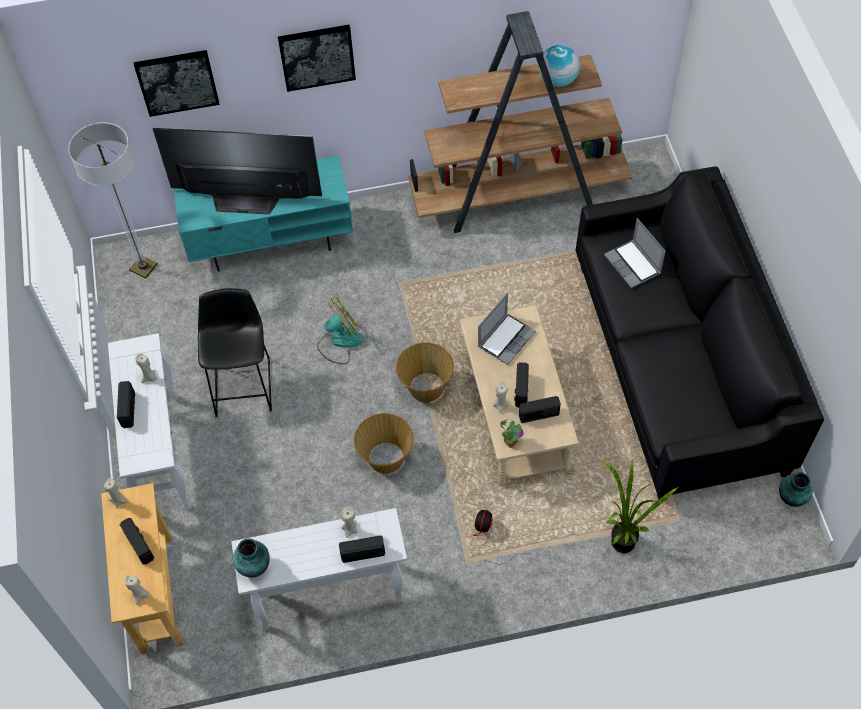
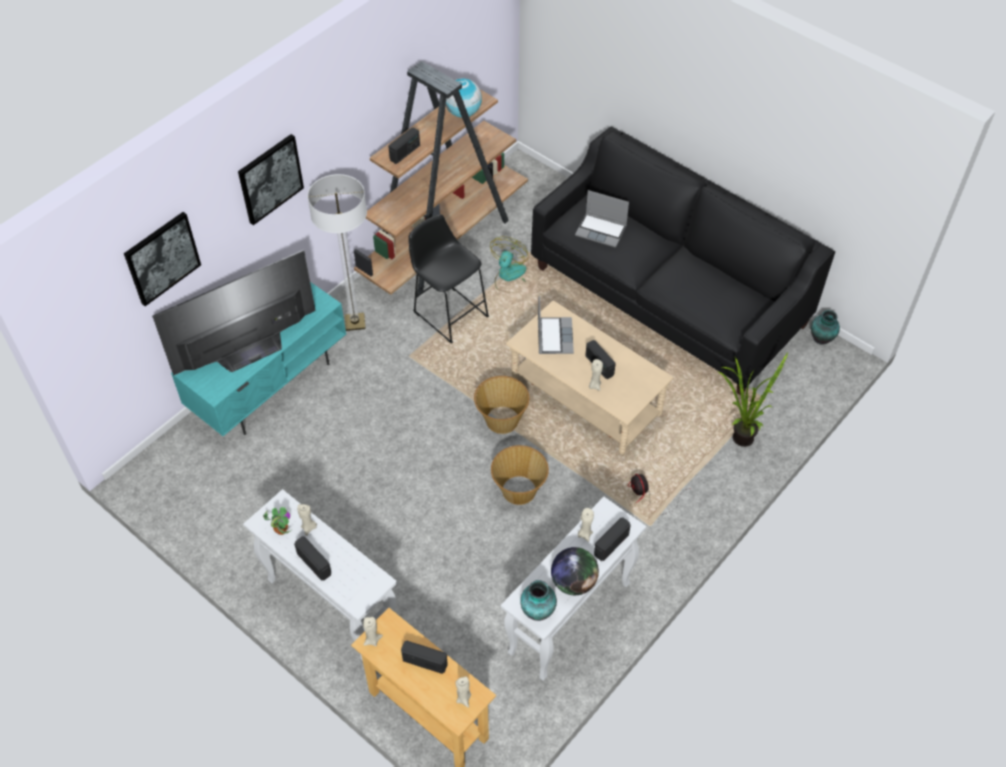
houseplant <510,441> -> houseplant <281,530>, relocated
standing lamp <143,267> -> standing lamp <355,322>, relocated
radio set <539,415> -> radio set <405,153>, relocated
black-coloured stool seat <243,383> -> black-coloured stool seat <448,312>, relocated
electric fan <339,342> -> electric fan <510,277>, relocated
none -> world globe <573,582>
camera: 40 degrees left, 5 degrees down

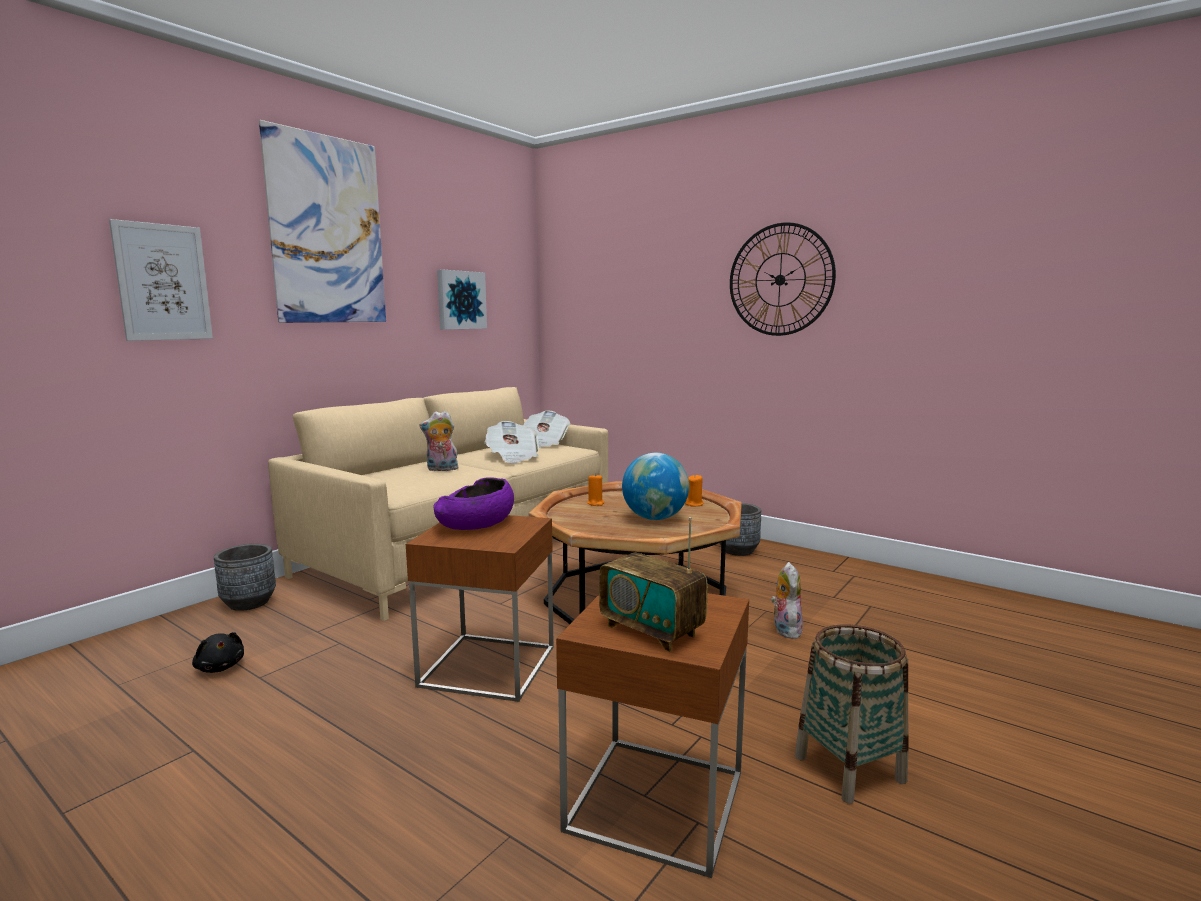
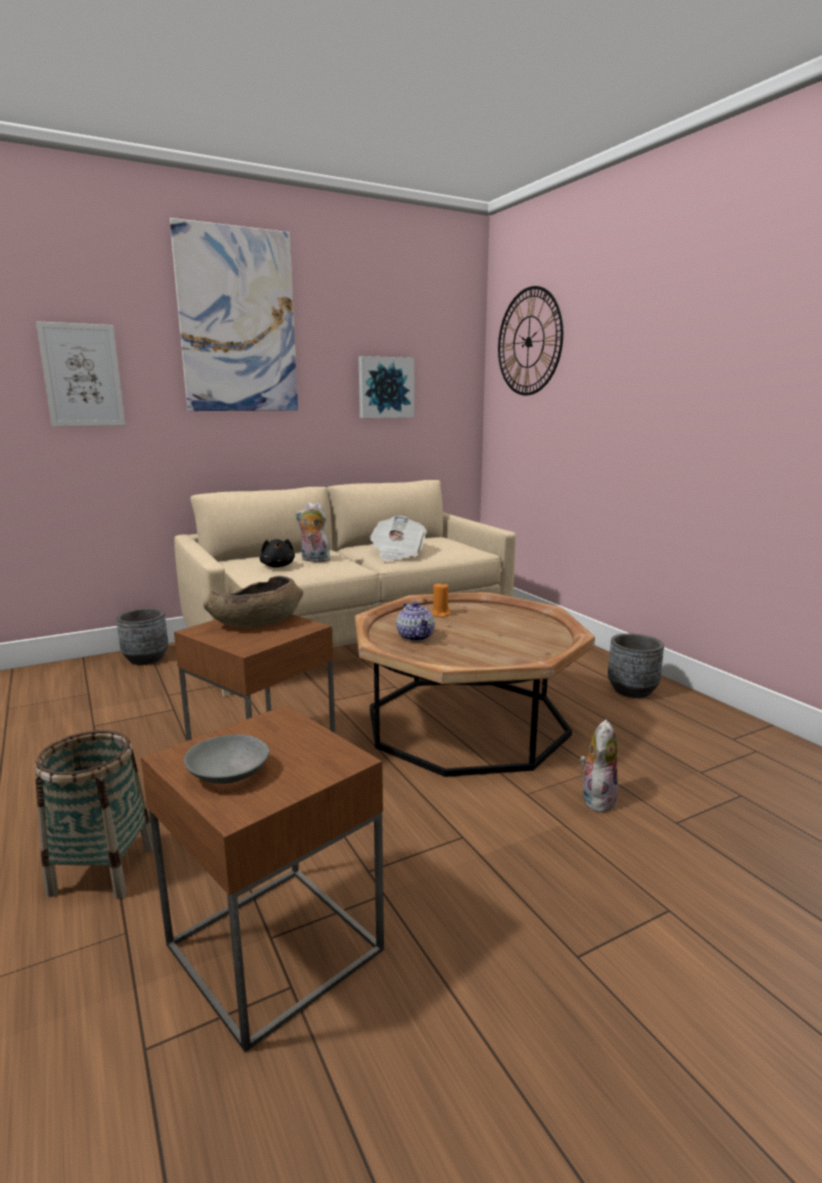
household basket <848,768> -> household basket <103,870>, relocated
radio set <651,631> -> grey bowl <230,772>
purplish bowl <476,525> -> brownish bowl <256,622>
black-coloured soft toy <220,667> -> black-coloured soft toy <278,566>, relocated
none -> tea pot <415,637>
wall clock <780,280> -> wall clock <529,342>, relocated
printed paper <543,443> -> none
world globe <655,518> -> none
orangey wax light <694,504> -> none
camera: 25 degrees right, 5 degrees up

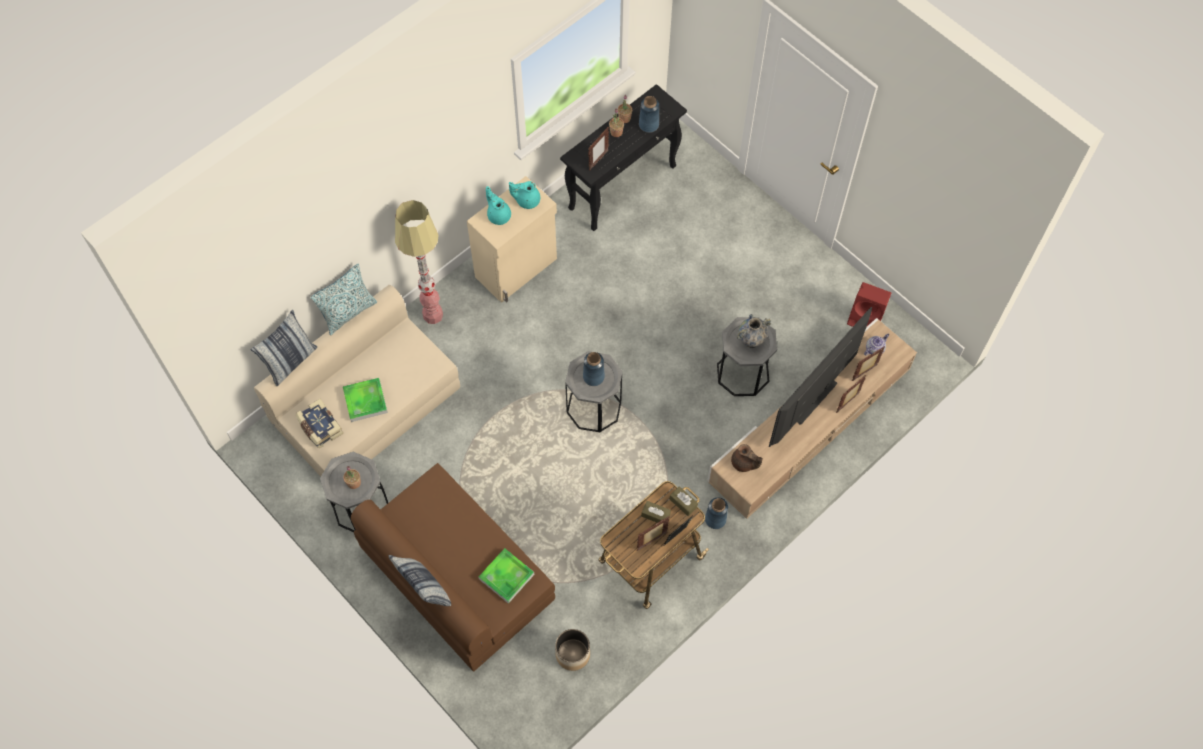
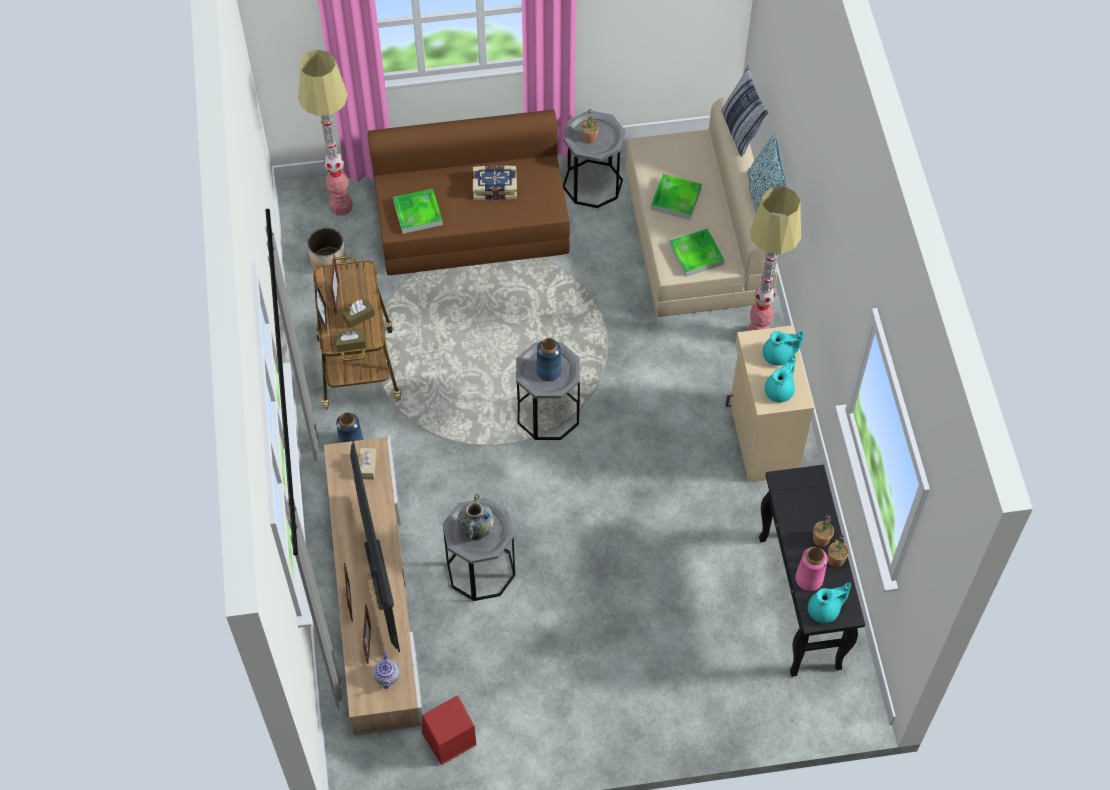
none -> standing lamp <341,207>
brownish tea pot <744,463> -> sand-coloured tissue box <367,466>
volume <319,427> -> volume <495,186>, relocated
none -> carrying tray <696,254>
bluish flower vase <648,125> -> pink flower vase <809,578>
none -> blue-green tea pot <825,610>
throw pillow <424,589> -> none
photo frame <598,161> -> none
camera: 125 degrees right, 5 degrees down

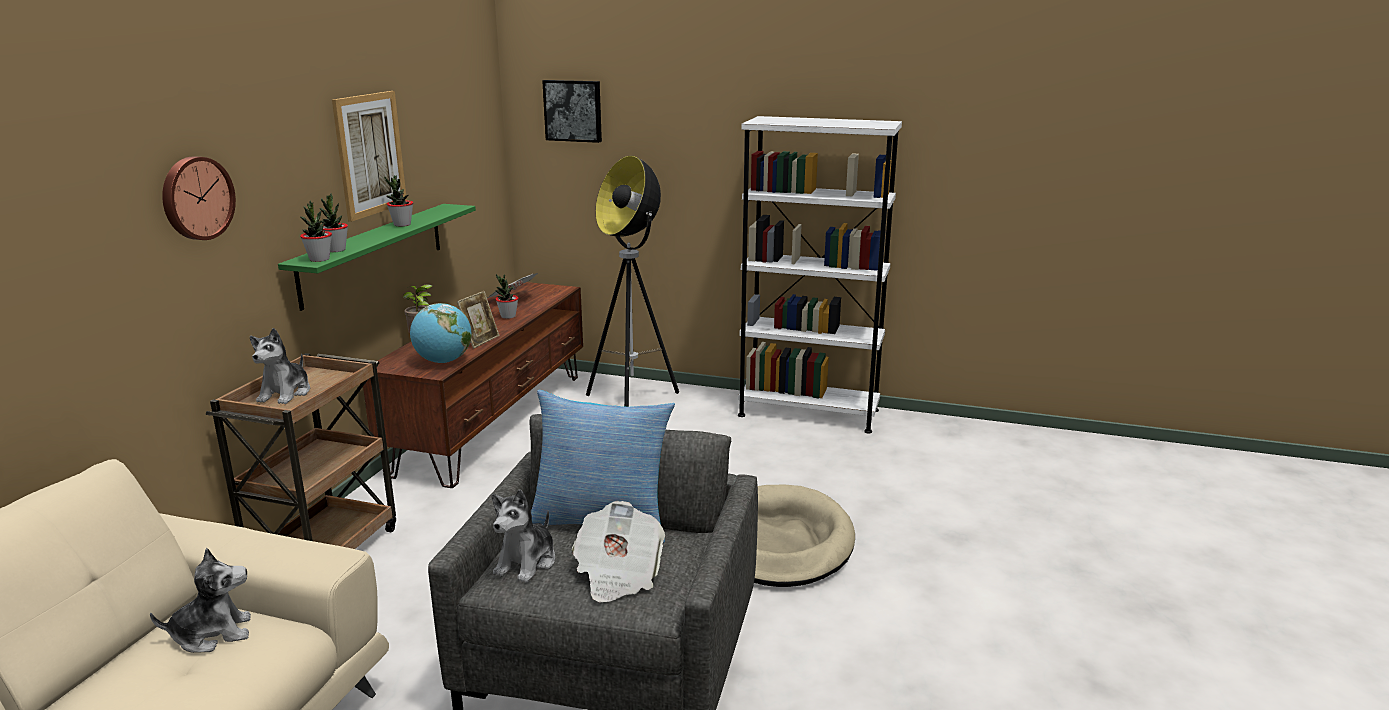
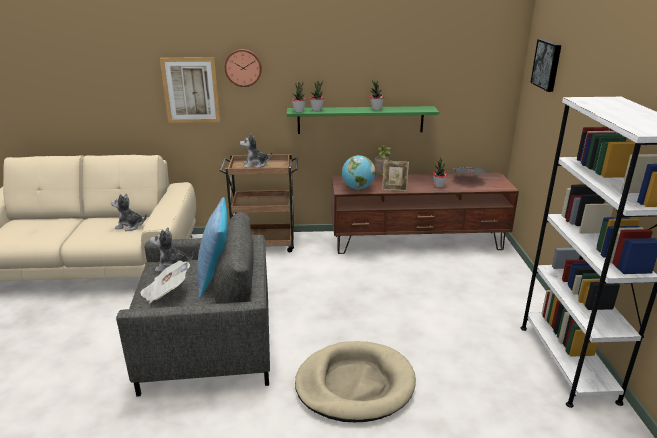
soft toy <213,634> -> soft toy <130,226>, 135 degrees clockwise
wall picture <370,154> -> wall picture <191,90>, relocated
standing lamp <633,404> -> none
camera: 70 degrees right, 5 degrees up

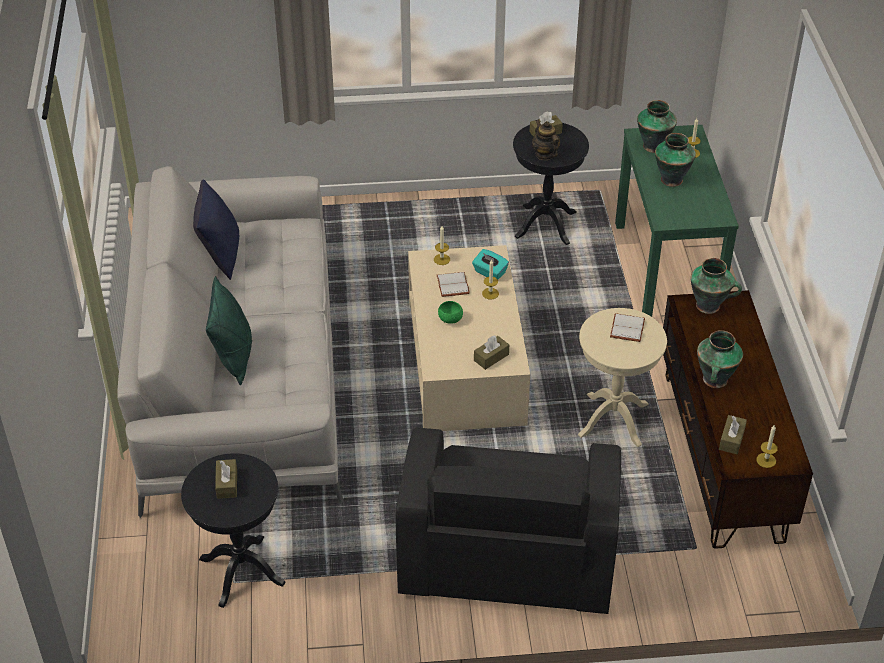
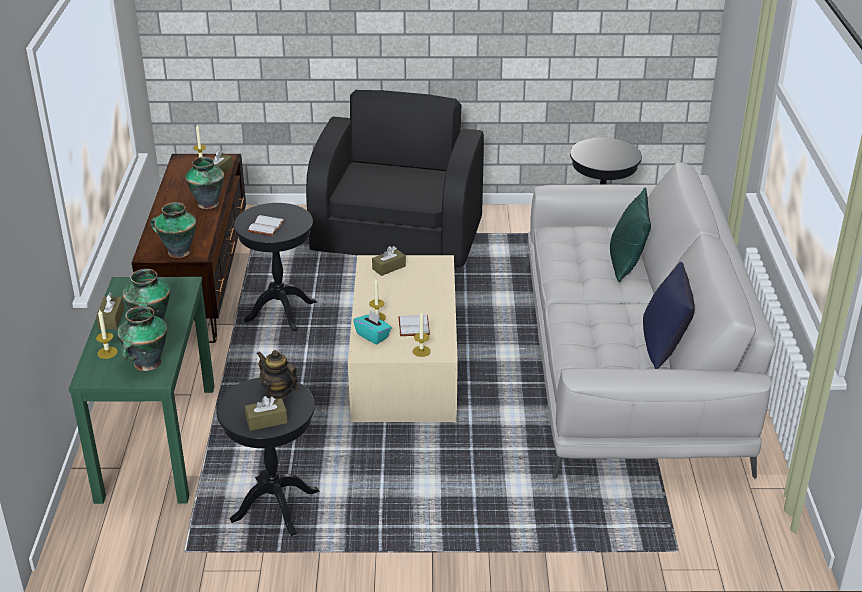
brownish tissue box <227,484> -> brownish tissue box <111,319>, relocated
sand-coloured accent table <613,420> -> black-coloured accent table <280,312>
tea pot <545,154> -> tea pot <278,391>, 150 degrees clockwise
green bowl <450,319> -> none
camera: 175 degrees left, 10 degrees down

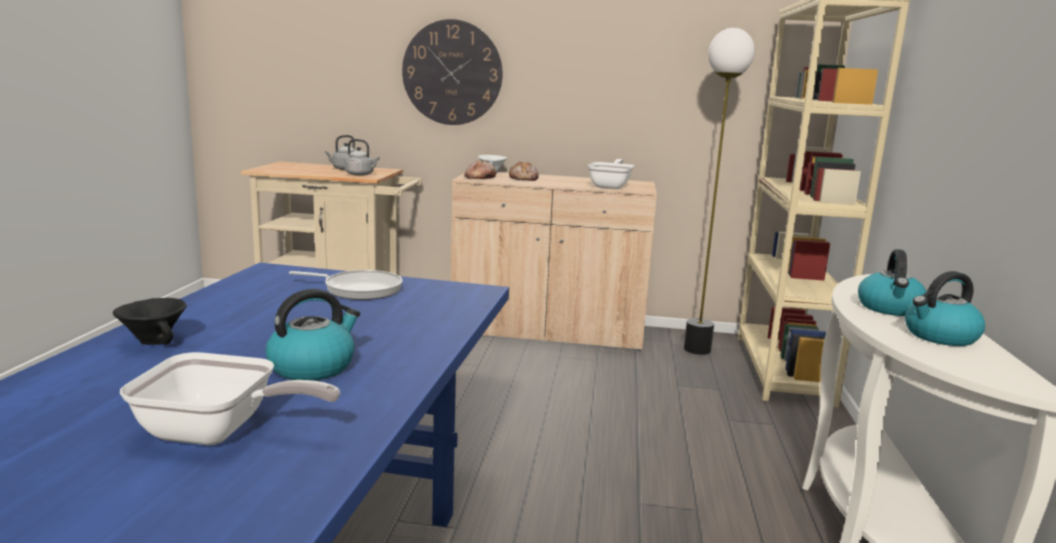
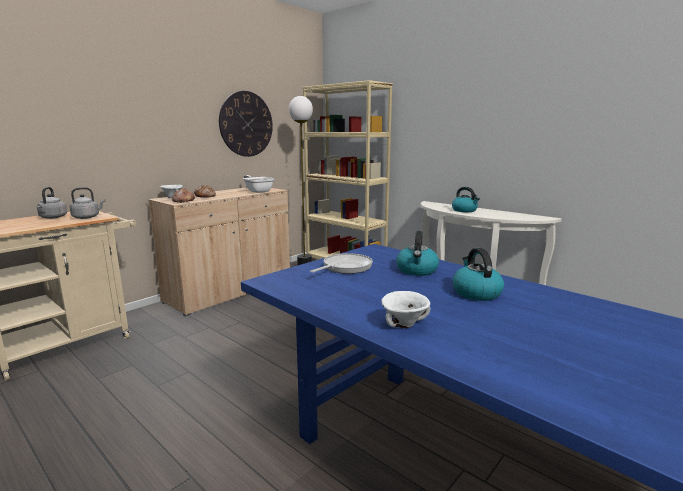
wall clock <452,73> -> wall clock <246,124>, relocated
black-coloured bowl <154,342> -> white-coloured bowl <405,324>
water kettle <940,336> -> water kettle <417,270>, relocated
pan <219,433> -> none
camera: 55 degrees left, 0 degrees up

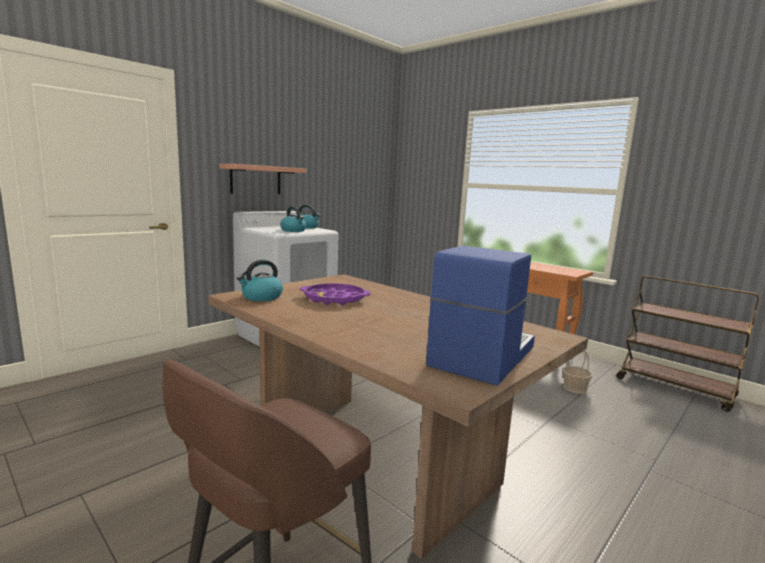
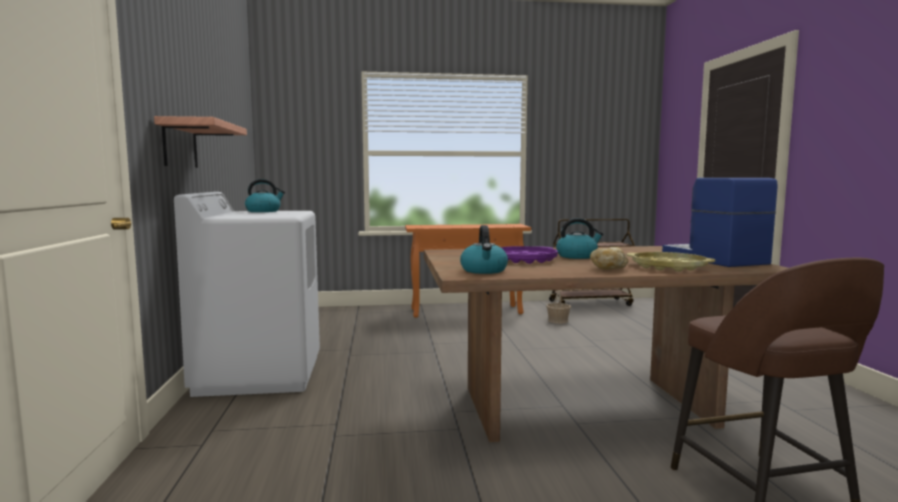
water kettle <293,230> -> water kettle <577,256>, relocated
none -> bread <608,268>
none -> yellow carrying tray <668,267>
camera: 50 degrees left, 5 degrees down

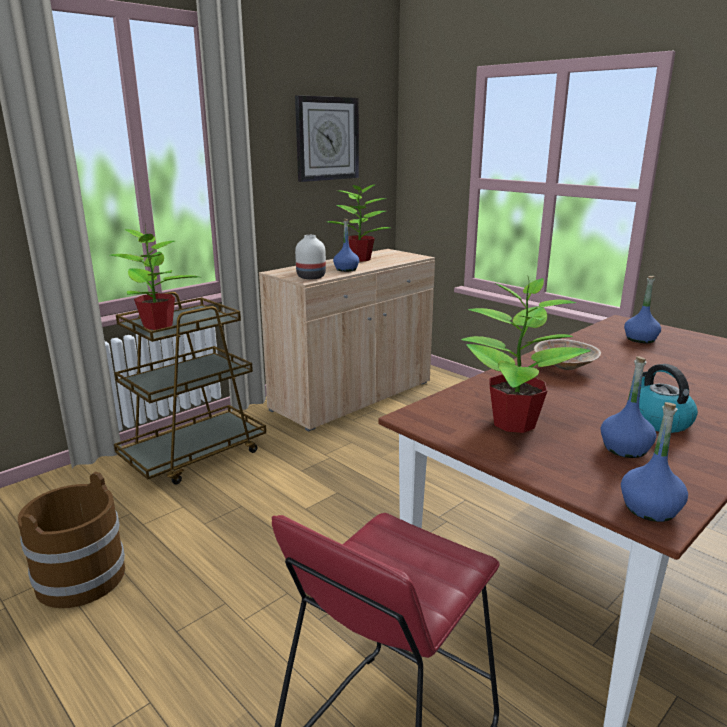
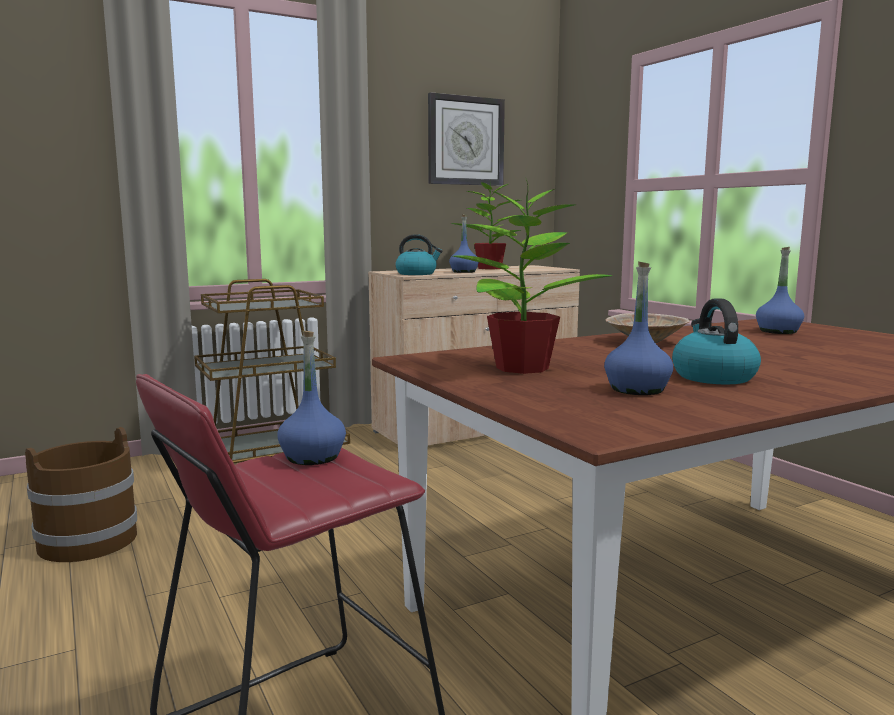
bluish bottle <649,508> -> bluish bottle <313,457>, relocated
white-coloured flower vase <310,277> -> water kettle <417,274>
houseplant <158,325> -> none
camera: 15 degrees right, 10 degrees down

